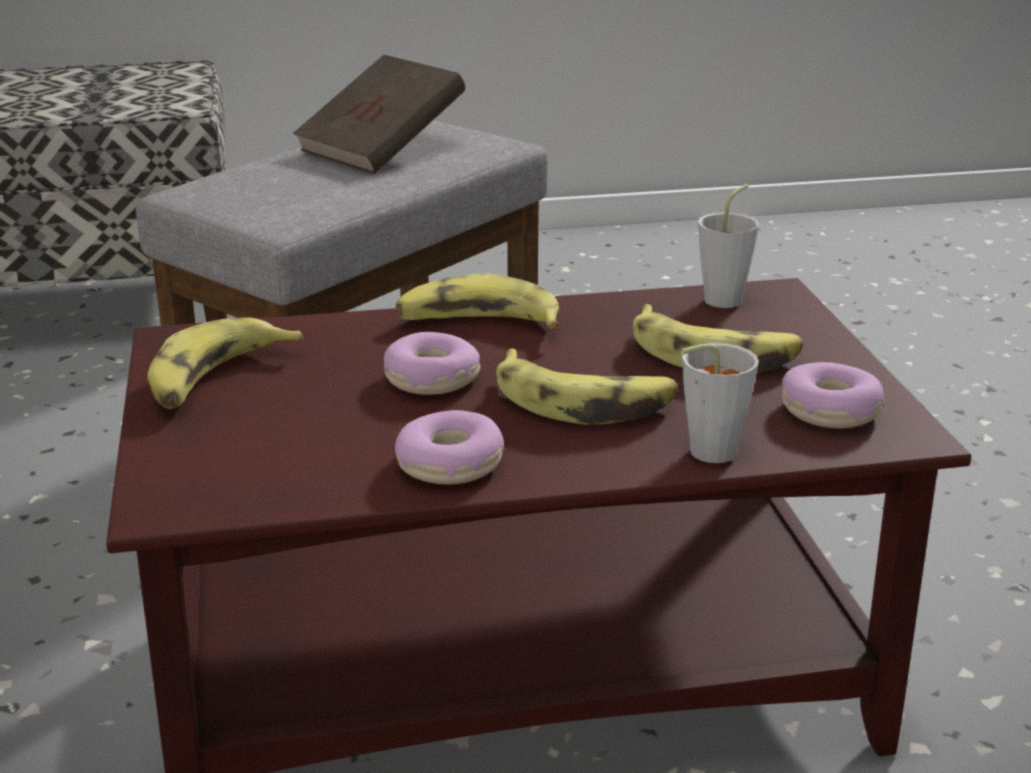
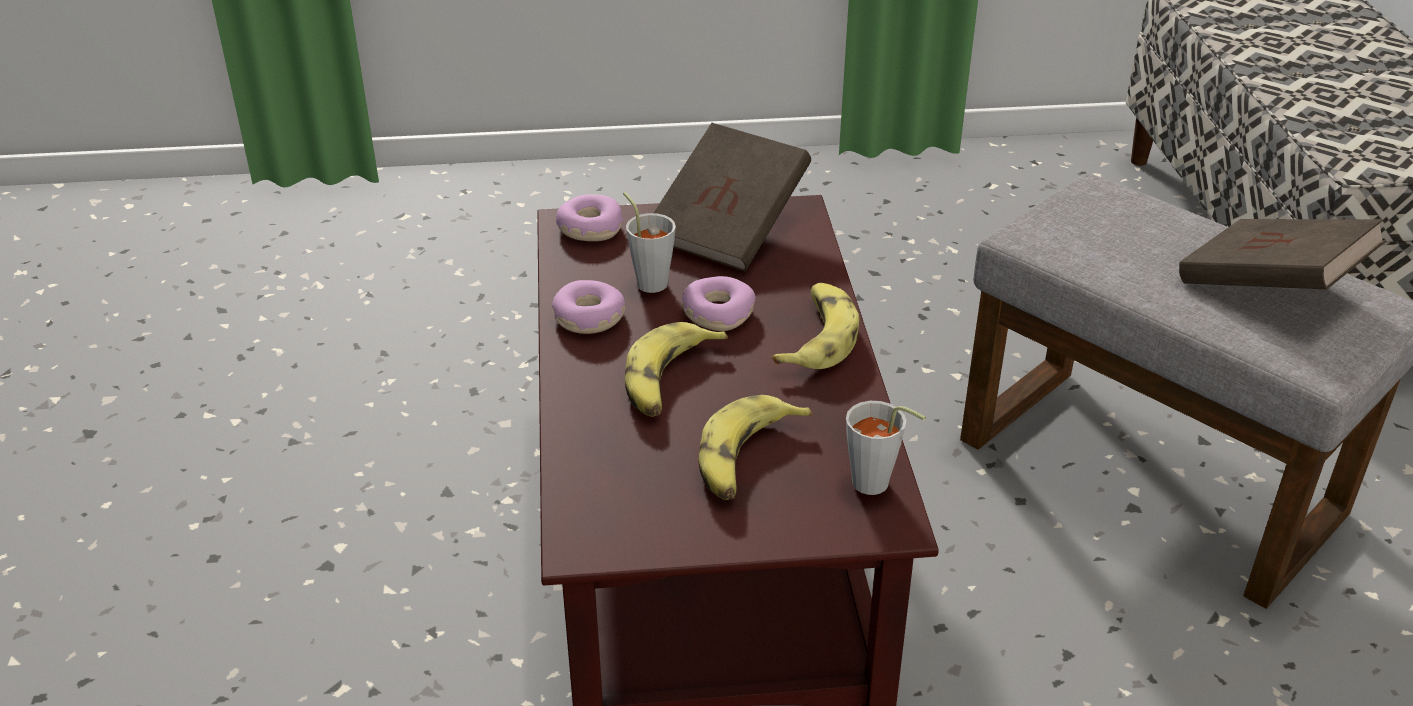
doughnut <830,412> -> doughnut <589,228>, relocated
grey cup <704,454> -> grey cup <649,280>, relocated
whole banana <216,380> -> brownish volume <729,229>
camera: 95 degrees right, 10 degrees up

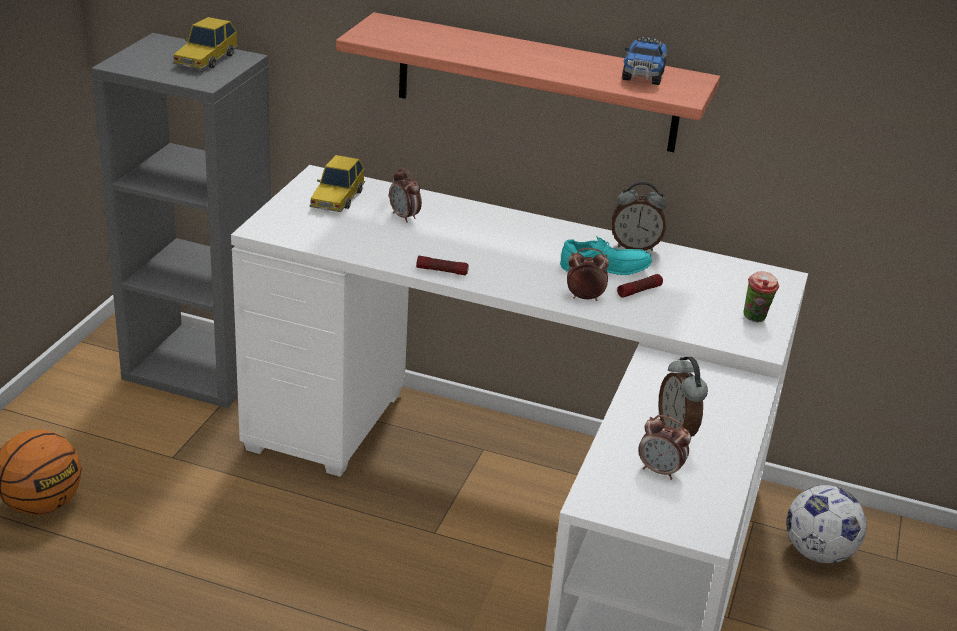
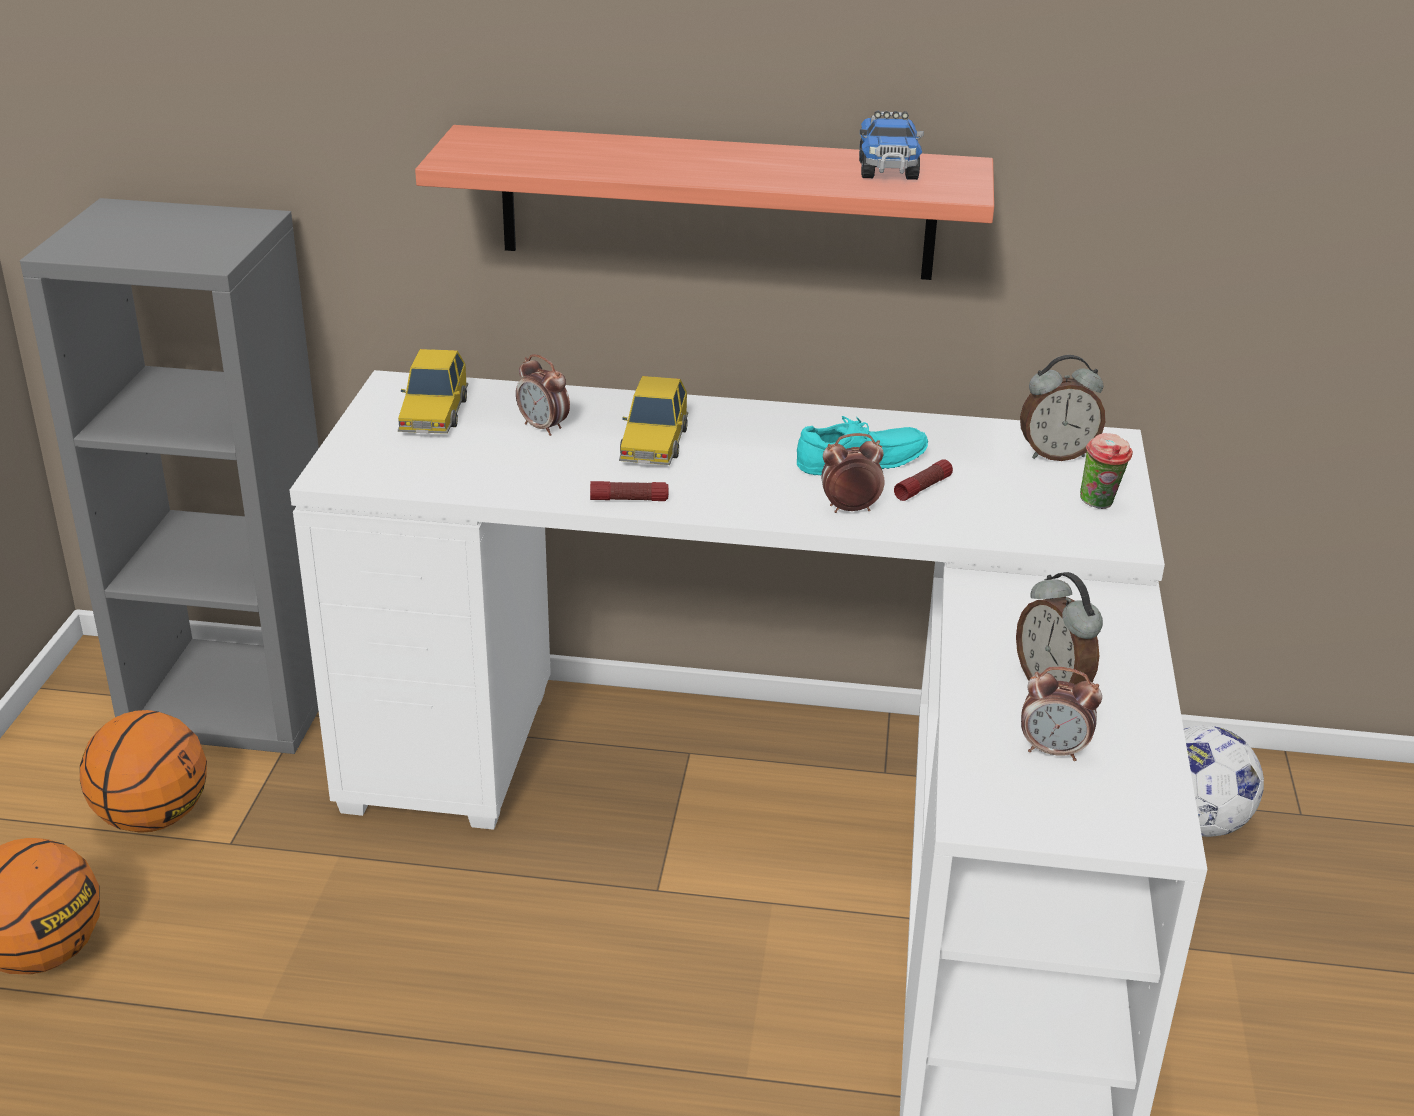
none -> basketball <153,818>
toy car <206,59> -> toy car <653,443>, relocated
bedside clock <635,247> -> bedside clock <1056,454>, relocated
camera: 10 degrees left, 0 degrees up

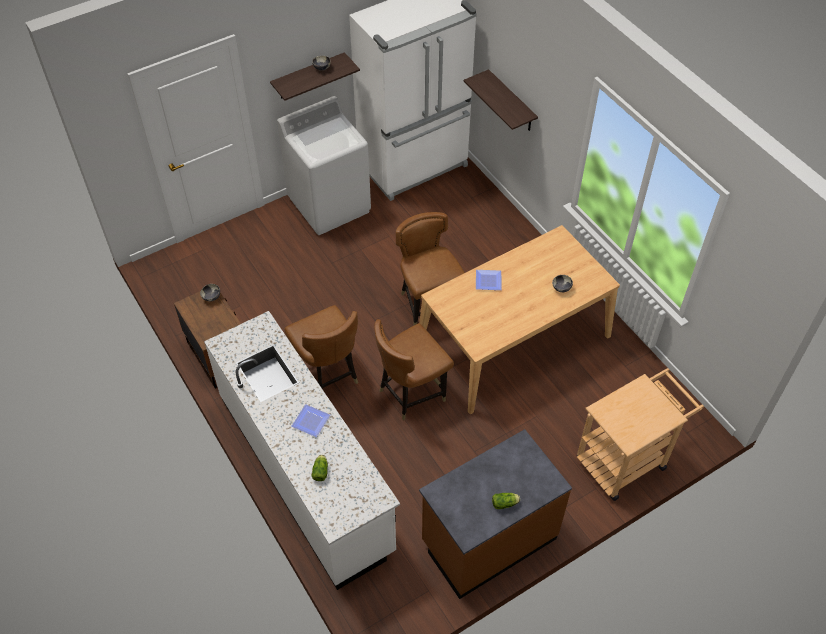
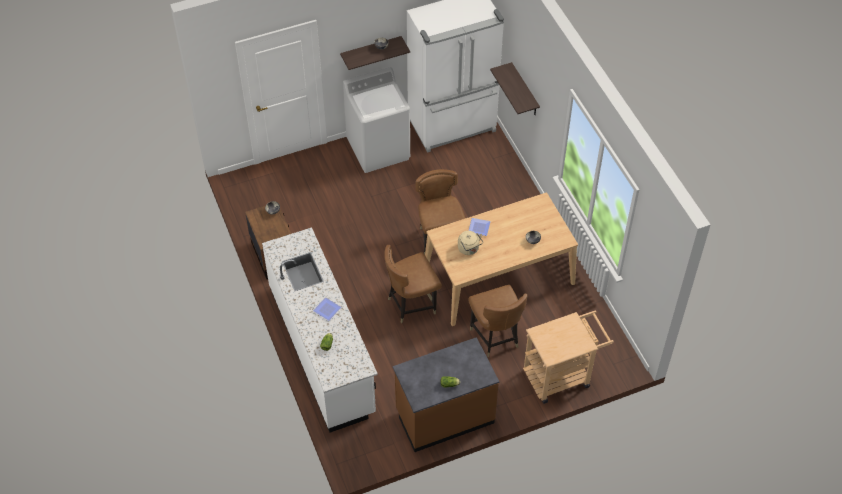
none -> sand-coloured water kettle <469,249>
brownish chair <328,374> -> brownish chair <495,337>, relocated
camera: 10 degrees right, 0 degrees up

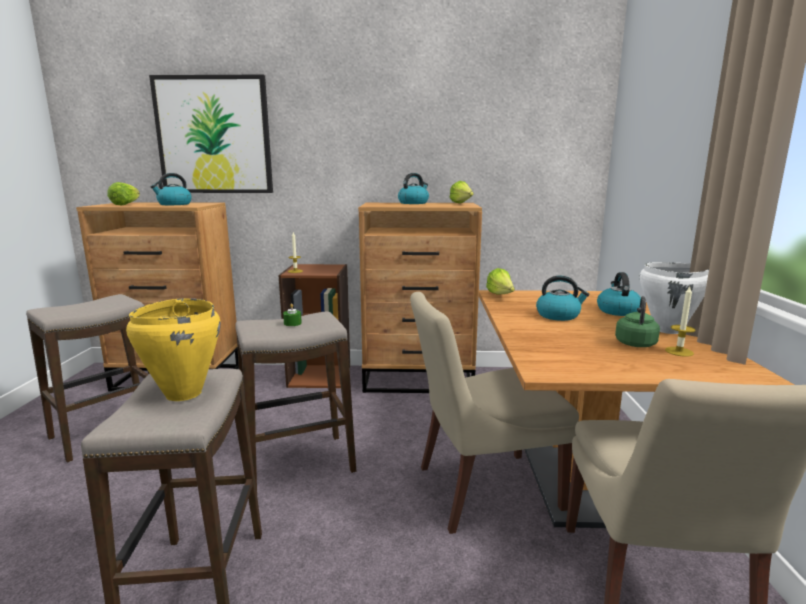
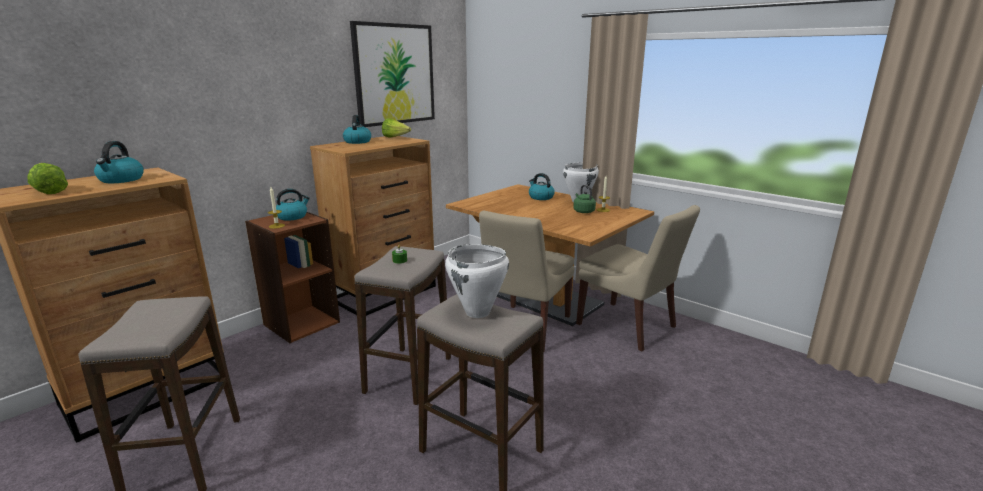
water kettle <558,315> -> water kettle <292,216>, relocated
wall picture <214,136> -> wall picture <394,74>, relocated
yellow stockpot <183,394> -> white-coloured stockpot <478,312>
lettuce <501,295> -> none
camera: 50 degrees left, 5 degrees up

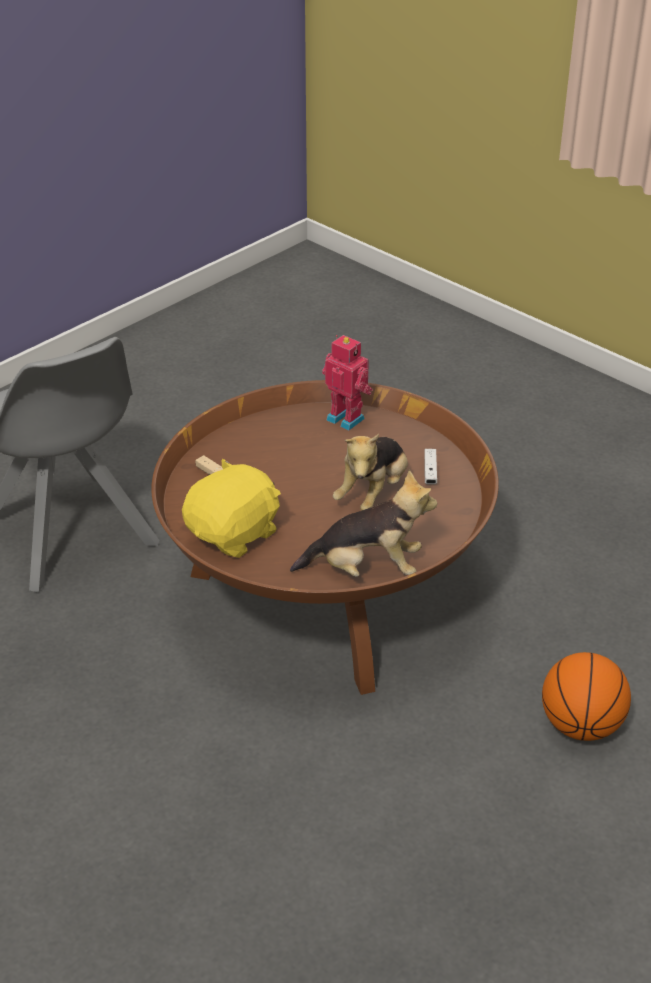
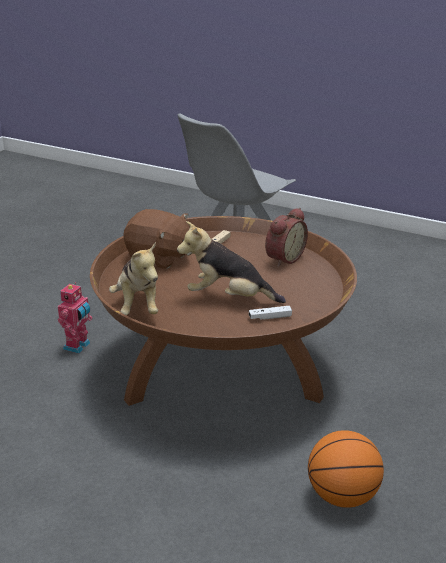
model robot <347,418> -> model robot <78,346>, relocated
yellow soft toy <234,534> -> brownish soft toy <159,258>
none -> bedside clock <283,258>
basketball <581,725> -> basketball <342,496>, relocated
camera: 75 degrees right, 10 degrees down

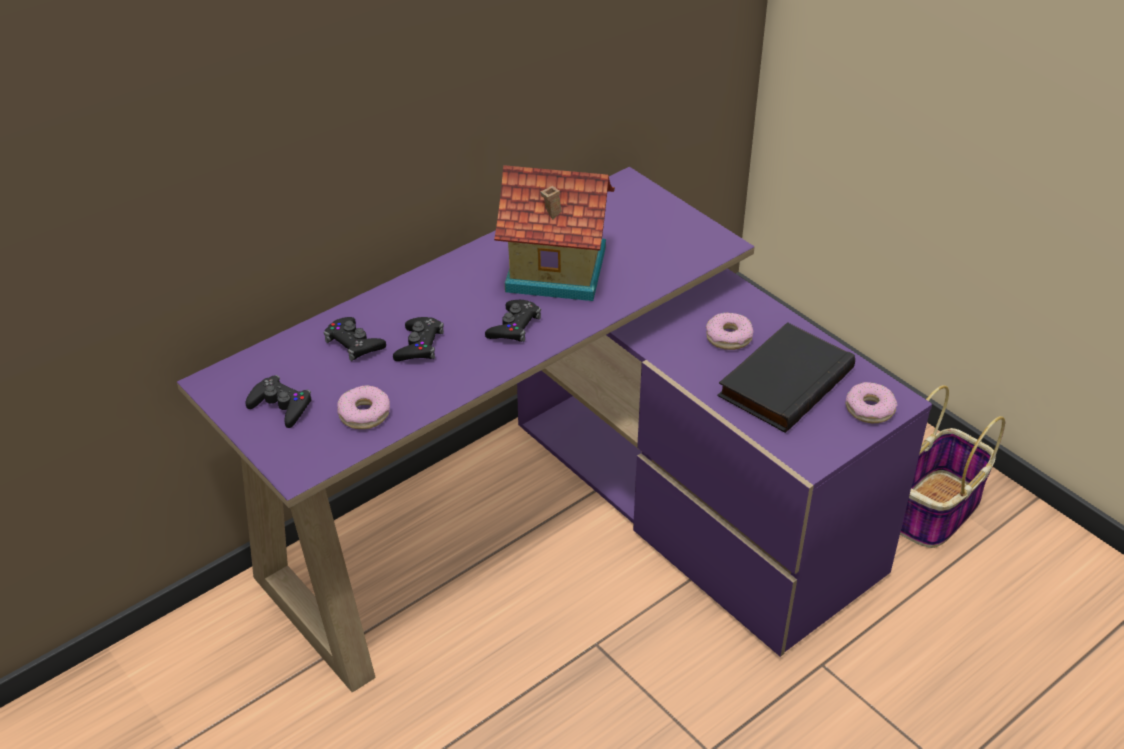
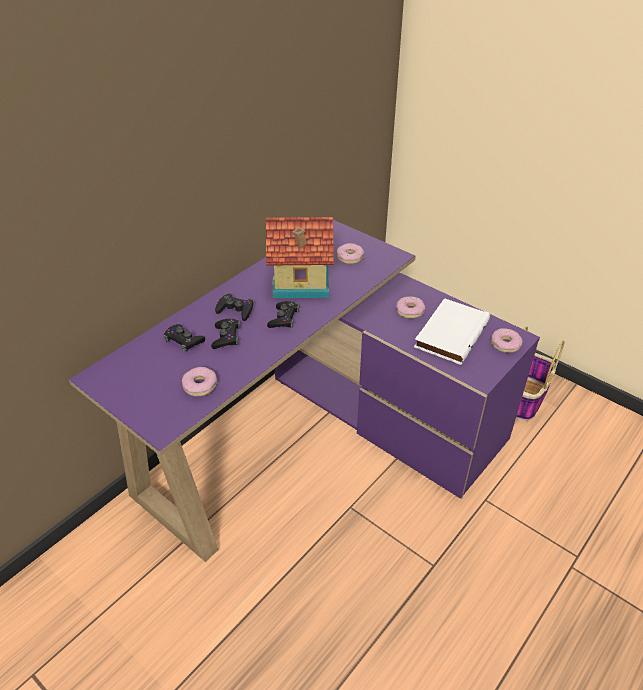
black-coloured joypad <281,406> -> black-coloured joypad <235,310>, relocated
none -> doughnut <349,257>
black-coloured volume <783,381> -> white-coloured volume <450,333>
camera: 10 degrees left, 0 degrees up

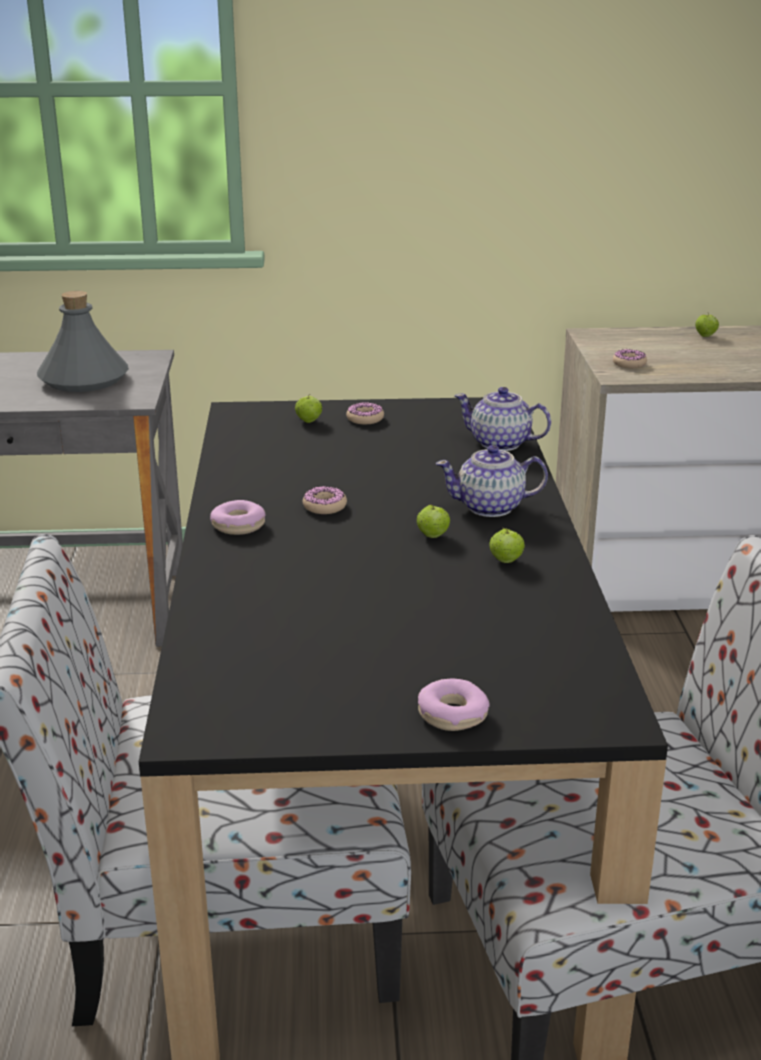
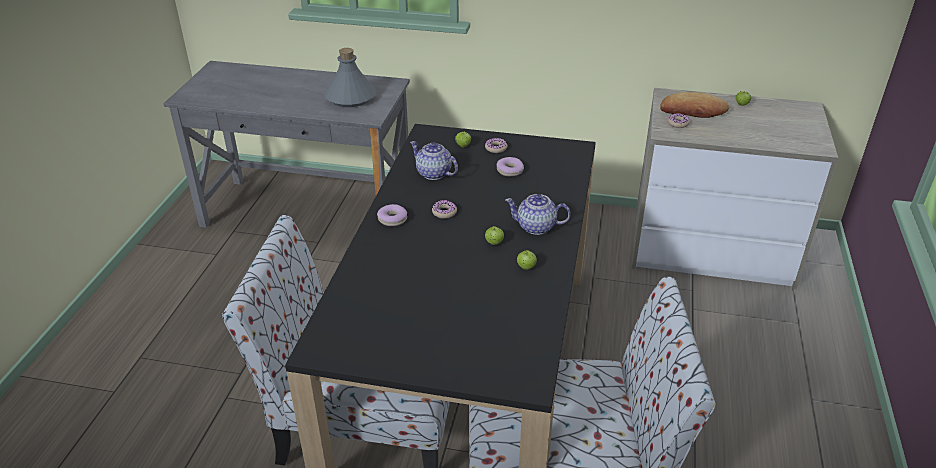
tea pot <500,443> -> tea pot <434,173>, relocated
doughnut <452,715> -> doughnut <509,171>, relocated
none -> bread <693,111>
camera: 15 degrees right, 10 degrees up

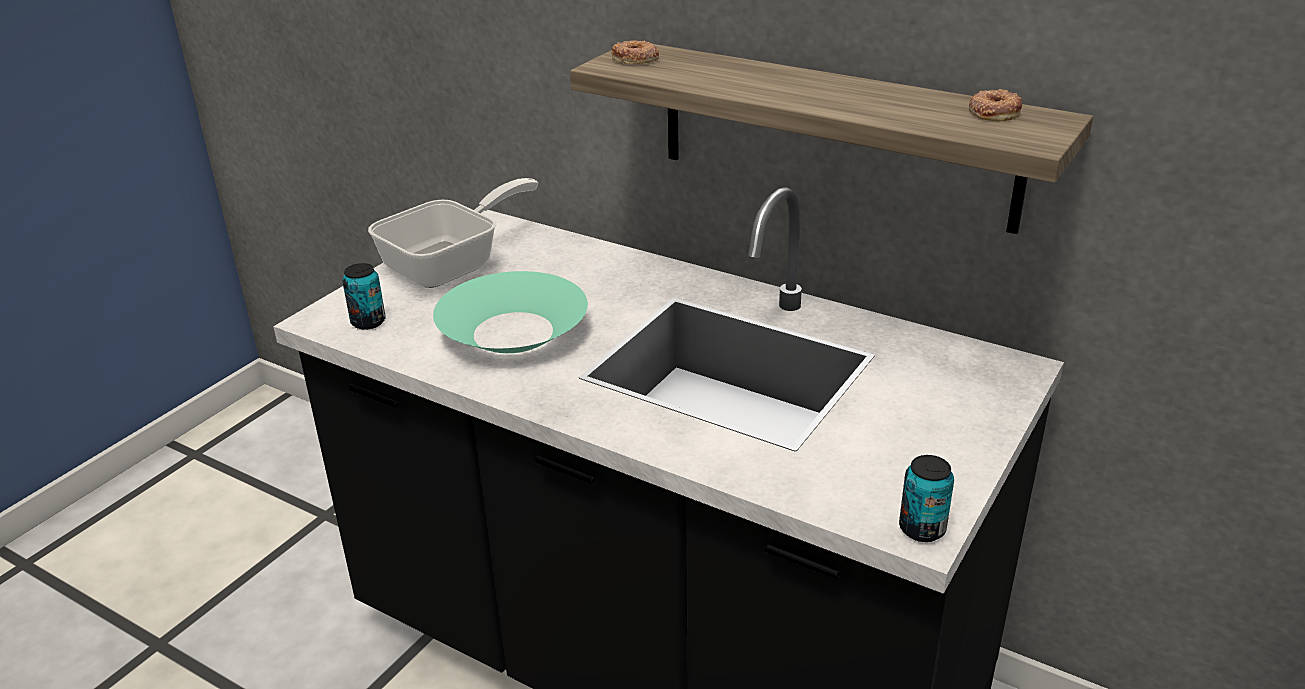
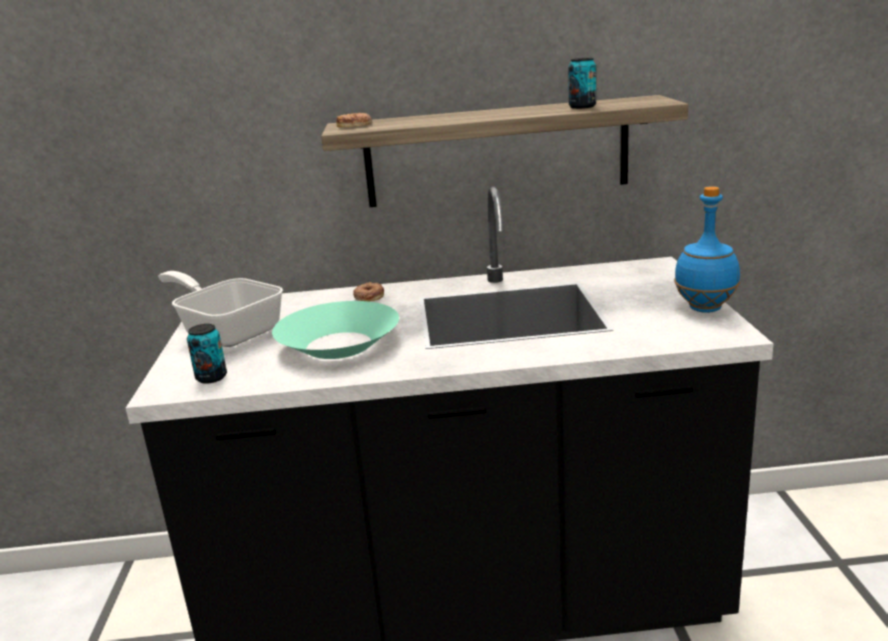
pan <452,264> -> pan <227,331>, 60 degrees counterclockwise
doughnut <993,112> -> doughnut <369,296>, relocated
metal can <922,529> -> metal can <582,107>, relocated
none -> bluish bottle <704,308>
camera: 35 degrees left, 10 degrees down

